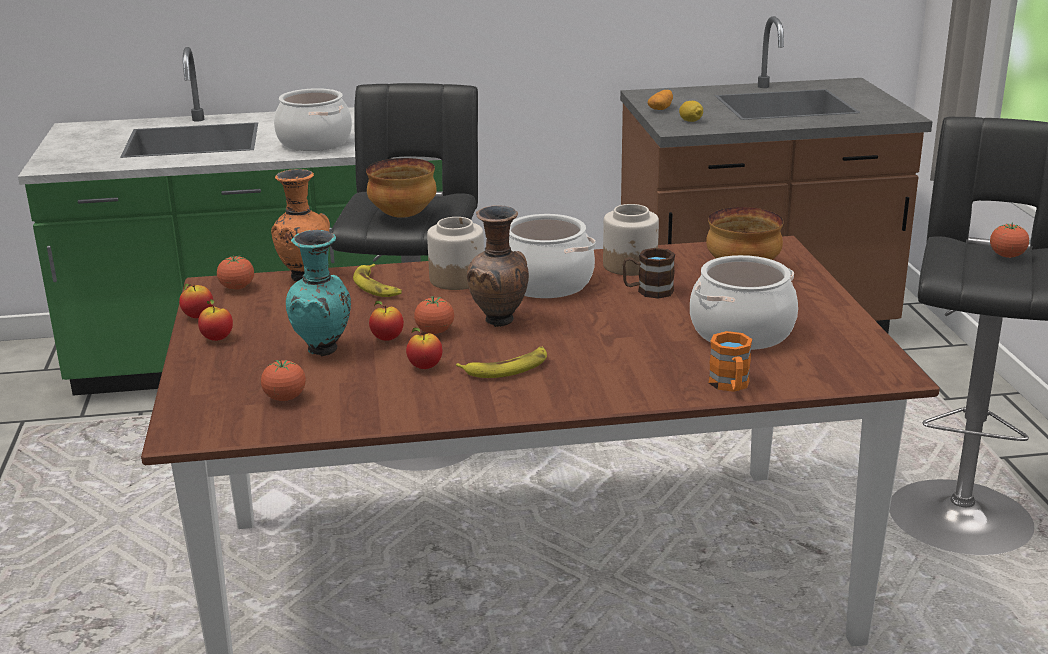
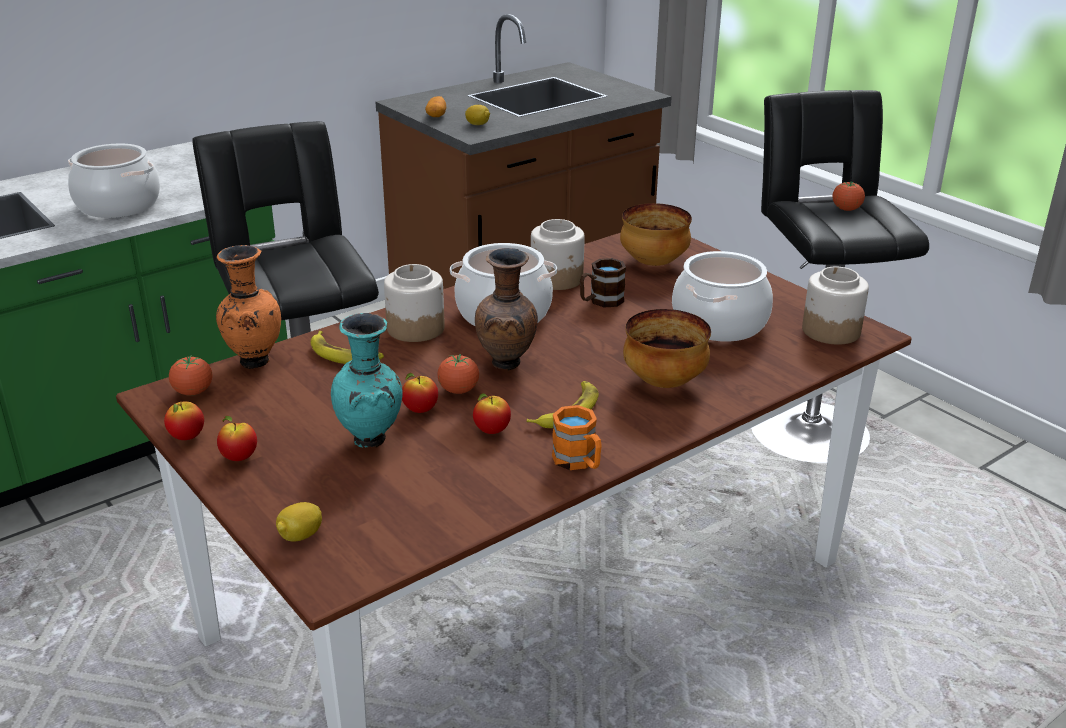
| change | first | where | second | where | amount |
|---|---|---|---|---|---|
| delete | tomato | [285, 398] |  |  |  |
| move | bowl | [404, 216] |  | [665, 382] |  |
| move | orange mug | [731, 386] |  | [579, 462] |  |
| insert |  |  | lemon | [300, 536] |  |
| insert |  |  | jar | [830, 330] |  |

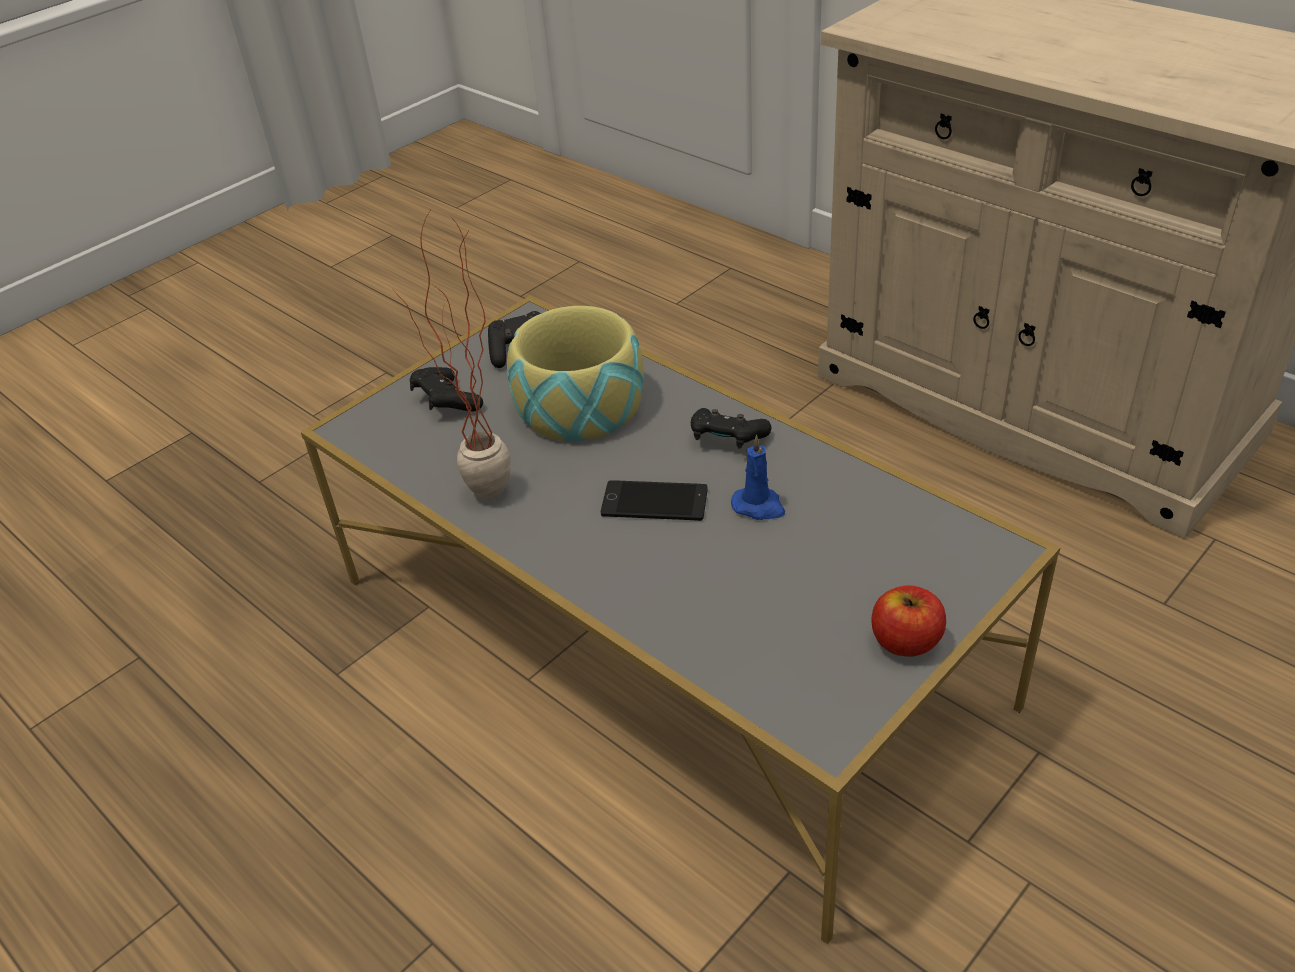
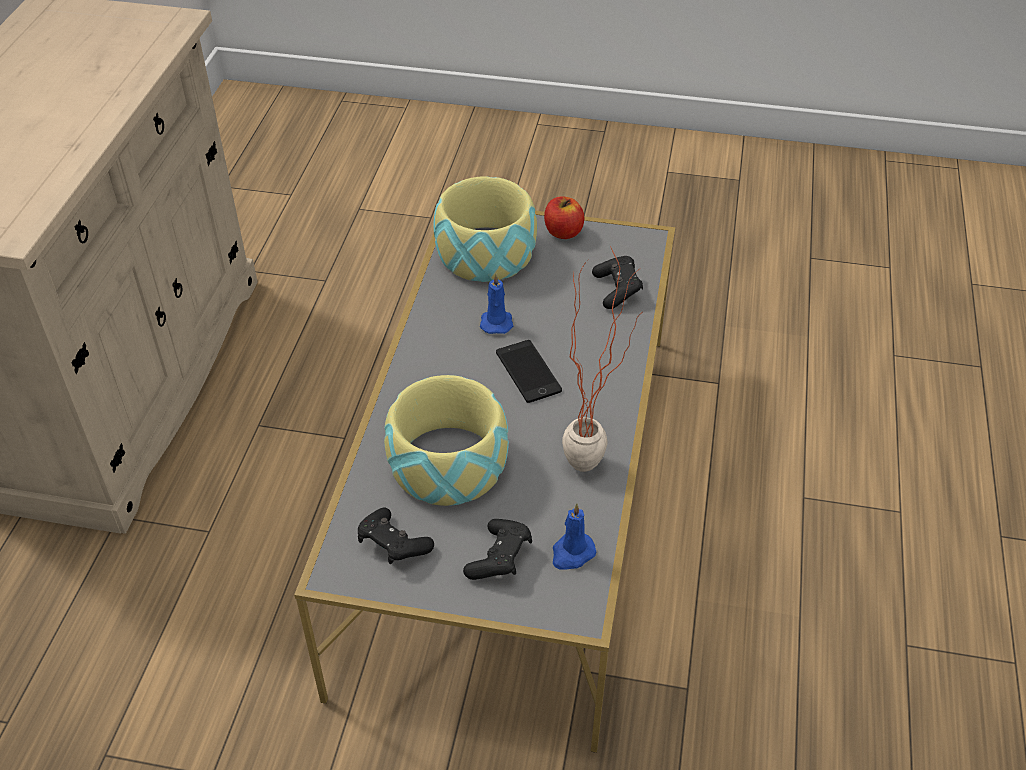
| change | first | where | second | where | amount |
|---|---|---|---|---|---|
| move | black game controller | [727, 440] |  | [617, 290] |  |
| insert |  |  | bowl | [486, 252] |  |
| insert |  |  | blue candle | [572, 553] |  |

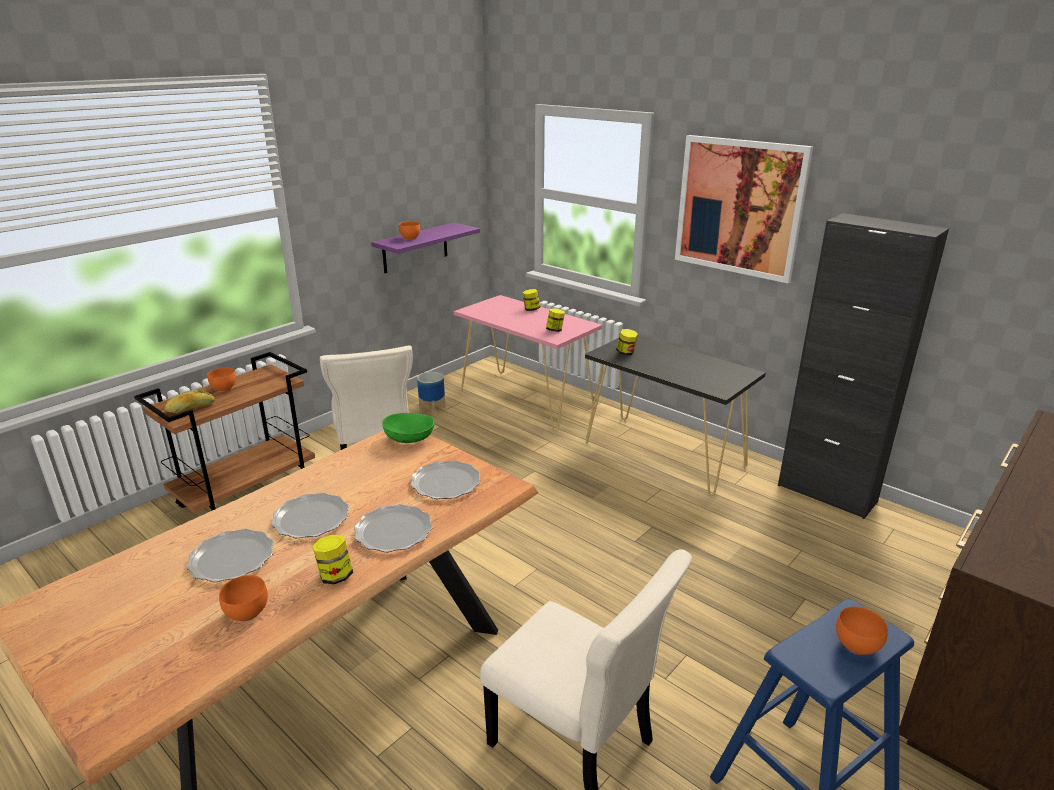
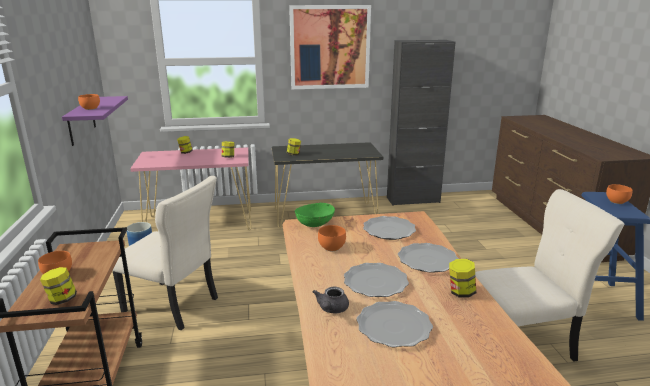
| change | first | where | second | where | amount |
|---|---|---|---|---|---|
| replace | bread | [191, 408] | jar | [62, 299] |  |
| move | orange bowl | [248, 613] |  | [332, 247] |  |
| insert |  |  | grey teapot | [331, 309] |  |

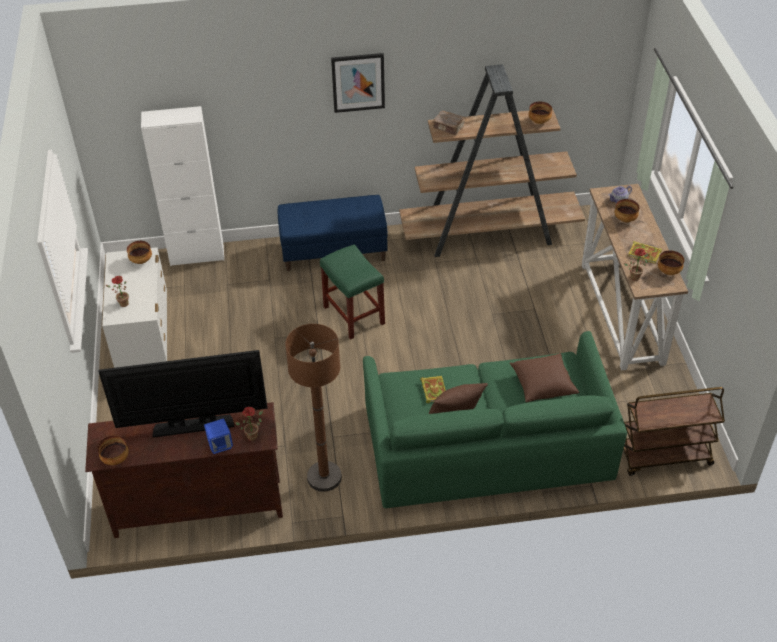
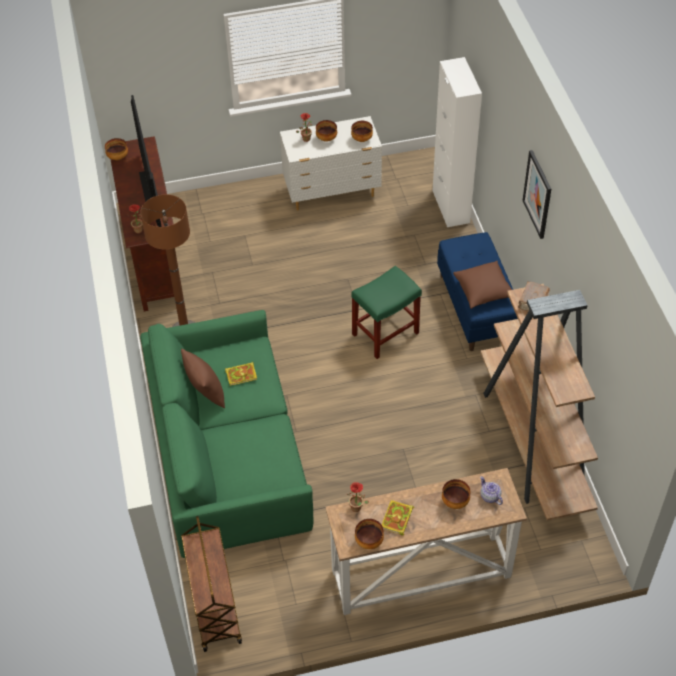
| change | first | where | second | where | amount |
|---|---|---|---|---|---|
| delete | blue speaker | [220, 445] |  |  |  |
| move | brown pillow | [542, 385] |  | [483, 291] |  |
| move | bowl | [539, 121] |  | [327, 138] |  |

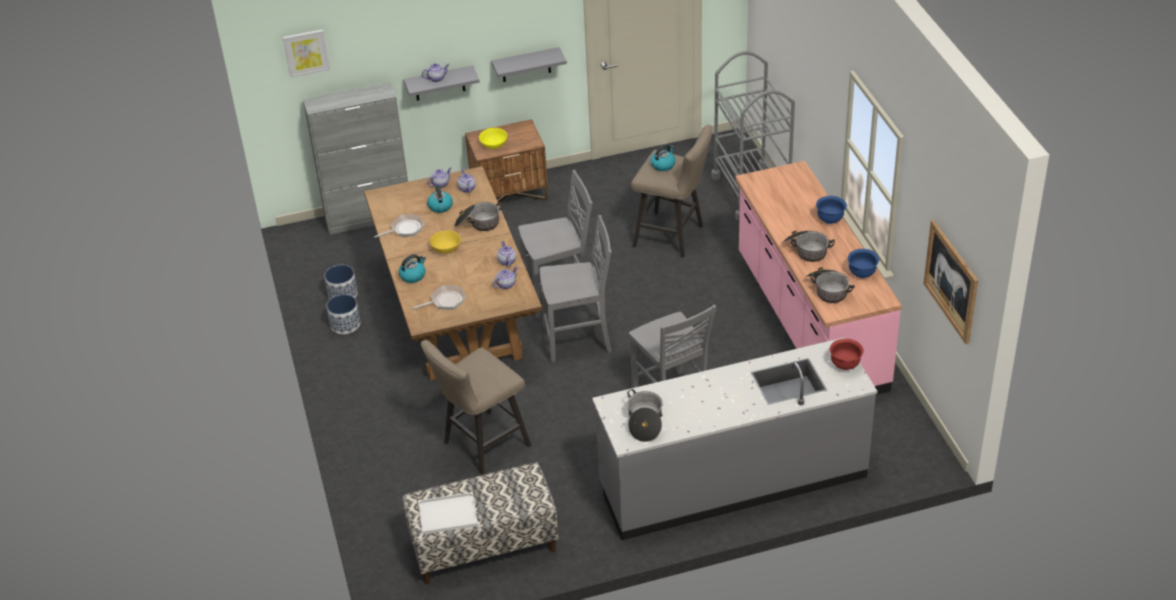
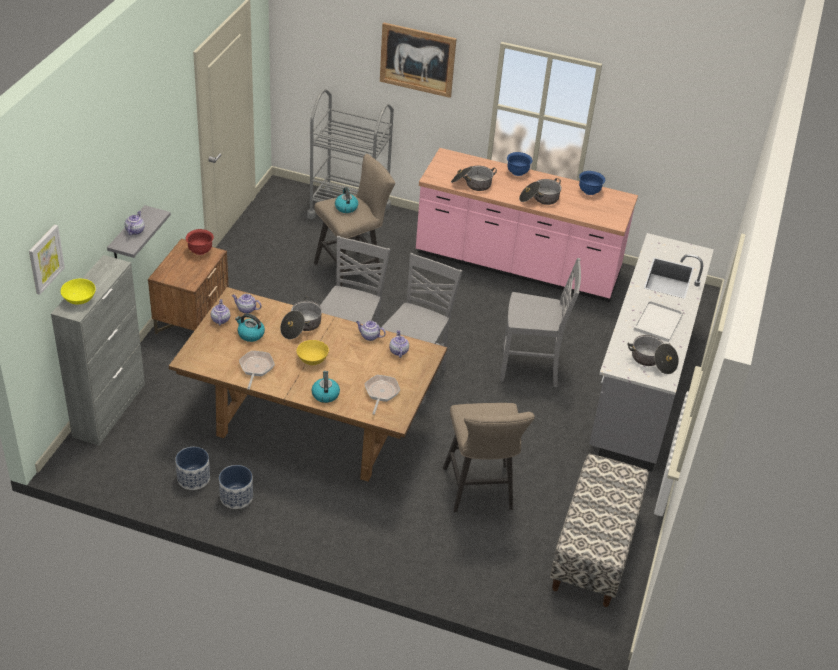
| change | first | where | second | where | amount |
|---|---|---|---|---|---|
| move | white tray | [449, 513] |  | [658, 321] |  |
| move | yellow bowl | [494, 145] |  | [79, 299] |  |
| delete | grey shelf | [526, 65] |  |  |  |
| move | cooking pot | [827, 290] |  | [472, 184] |  |
| move | red bowl | [845, 364] |  | [200, 251] |  |
| move | picture | [951, 281] |  | [417, 59] |  |

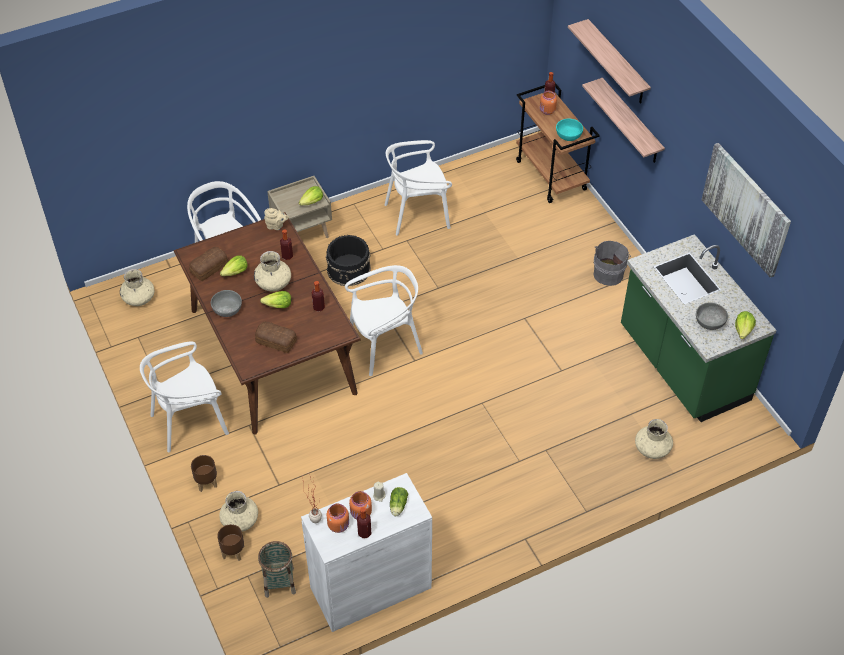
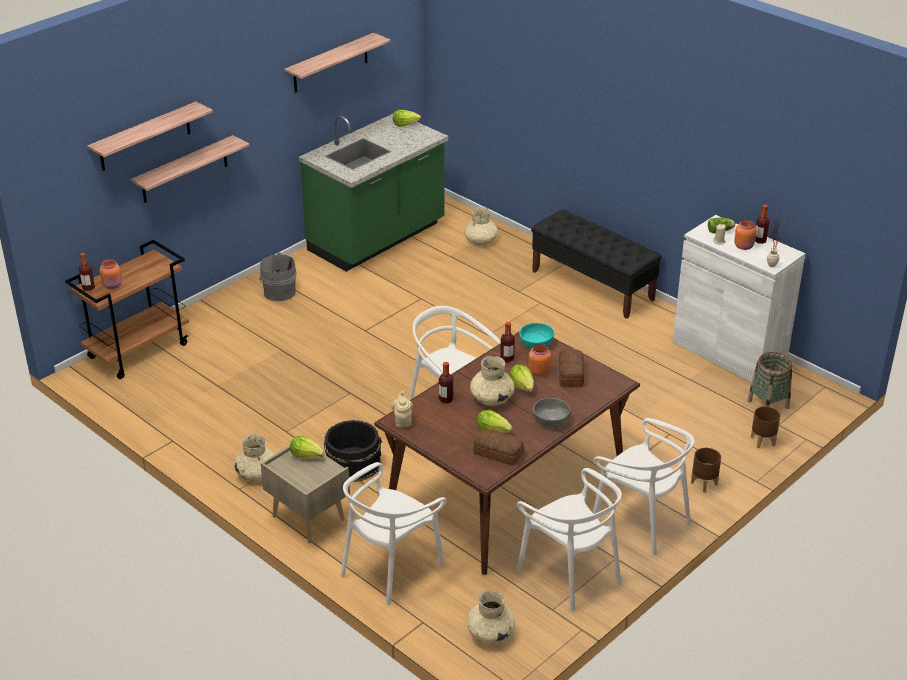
| change | first | where | second | where | amount |
|---|---|---|---|---|---|
| move | beige vase | [240, 520] |  | [257, 473] |  |
| move | orange jar | [339, 525] |  | [538, 371] |  |
| move | white chair | [417, 214] |  | [570, 574] |  |
| move | turquoise bowl | [568, 135] |  | [536, 343] |  |
| delete | grey bowl | [709, 322] |  |  |  |
| replace | picture | [746, 209] | shelf | [330, 63] |  |
| insert |  |  | black bench | [593, 285] |  |

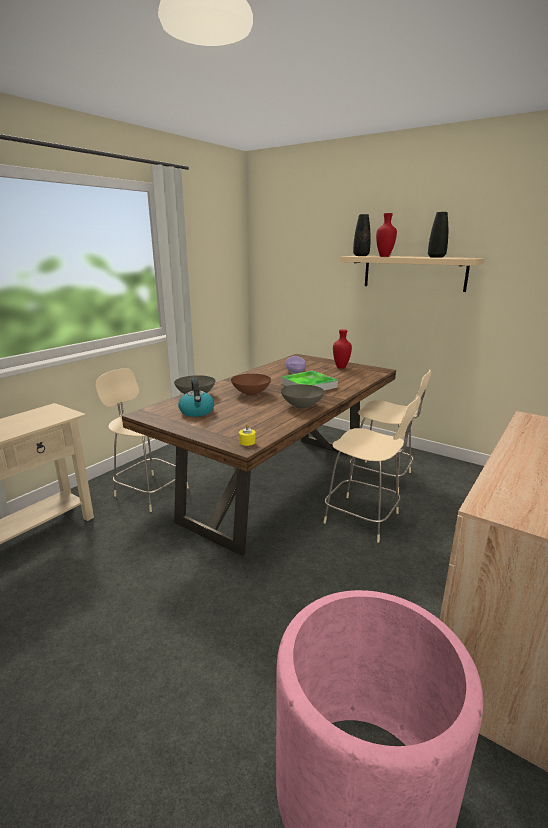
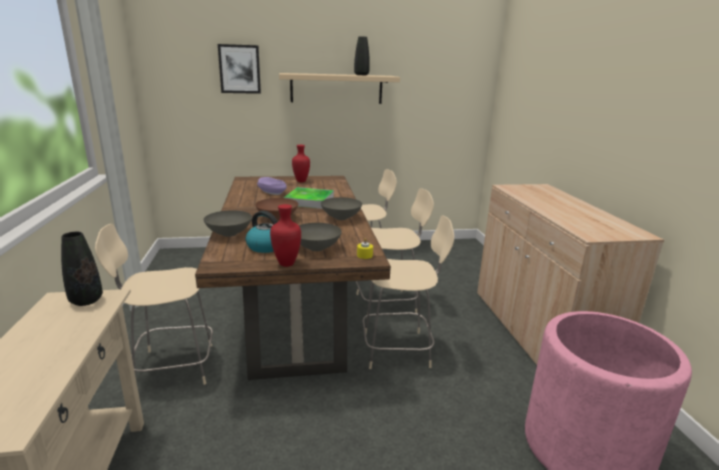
| change | first | where | second | where | amount |
|---|---|---|---|---|---|
| move | black vase | [361, 256] |  | [86, 300] |  |
| move | red vase | [384, 256] |  | [286, 263] |  |
| insert |  |  | picture | [239, 69] |  |
| insert |  |  | grey bowl | [316, 248] |  |
| insert |  |  | beige chair | [399, 349] |  |

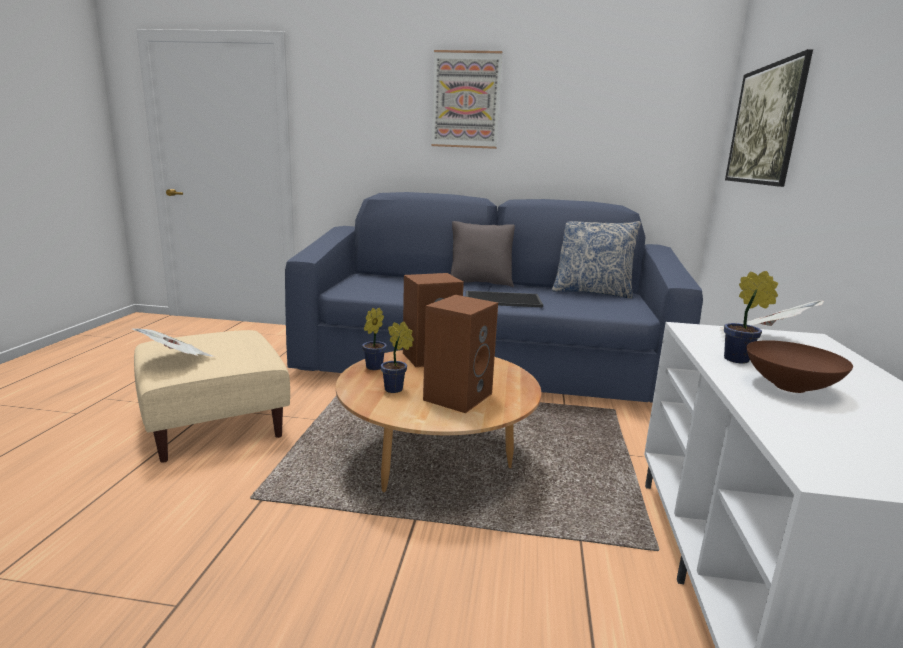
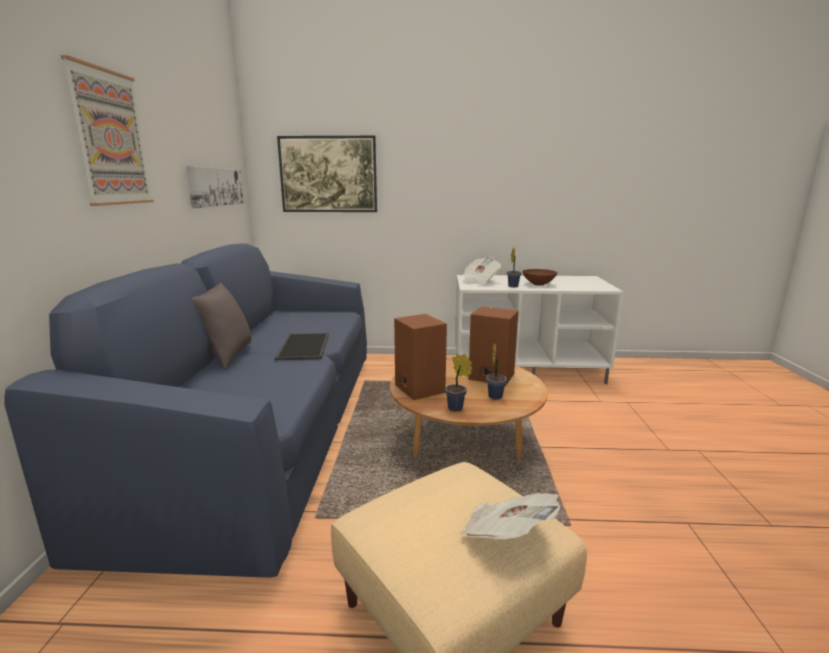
| change | first | where | second | where | amount |
|---|---|---|---|---|---|
| delete | pillow | [591, 292] |  |  |  |
| insert |  |  | picture | [215, 187] |  |

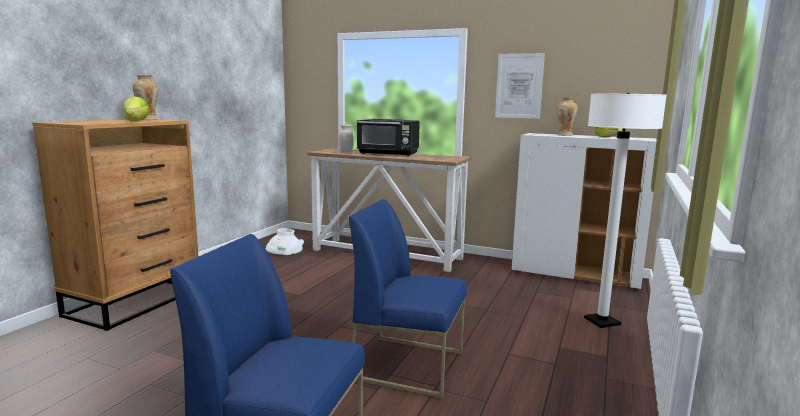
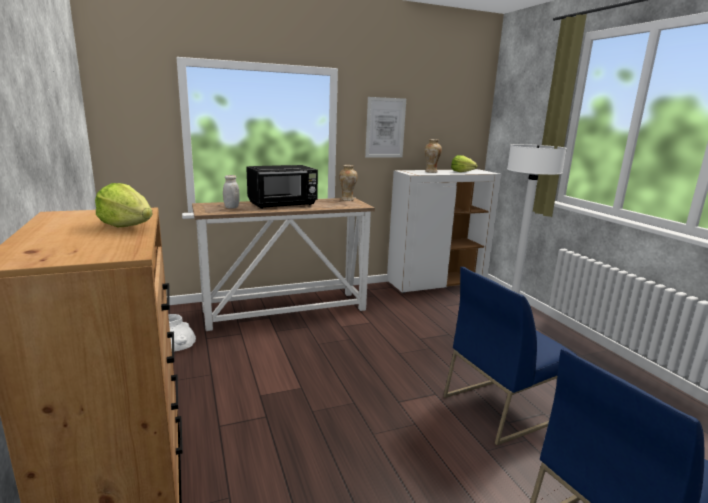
| change | first | where | second | where | amount |
|---|---|---|---|---|---|
| move | vase | [148, 119] |  | [347, 199] |  |

